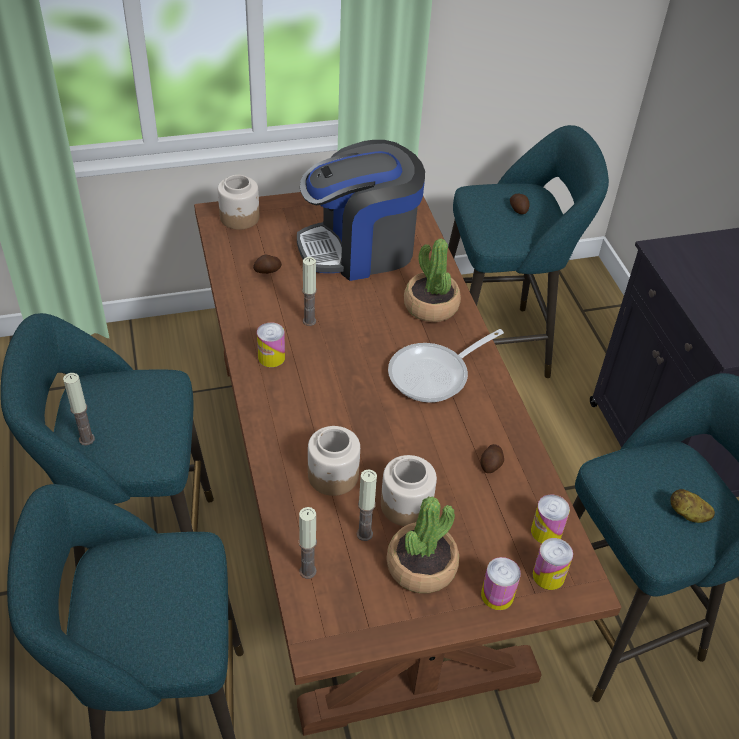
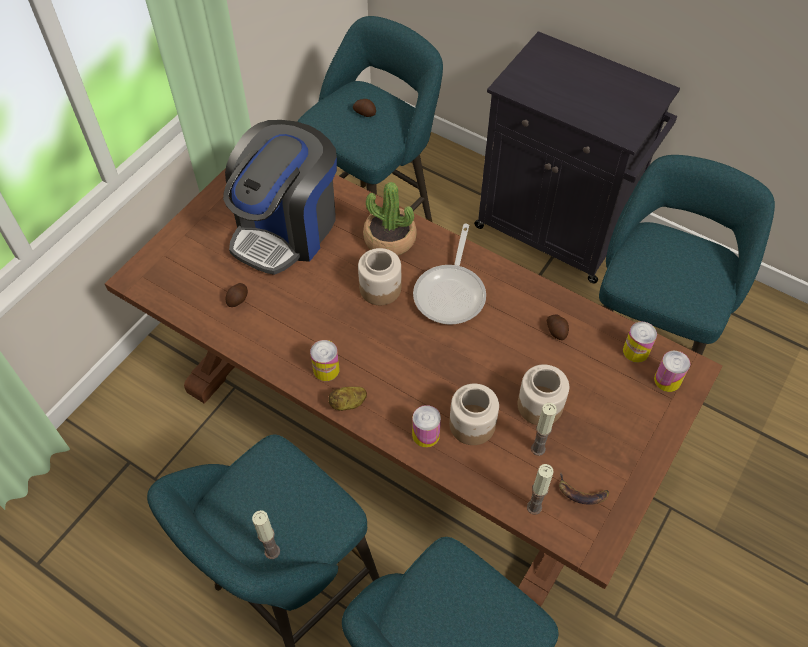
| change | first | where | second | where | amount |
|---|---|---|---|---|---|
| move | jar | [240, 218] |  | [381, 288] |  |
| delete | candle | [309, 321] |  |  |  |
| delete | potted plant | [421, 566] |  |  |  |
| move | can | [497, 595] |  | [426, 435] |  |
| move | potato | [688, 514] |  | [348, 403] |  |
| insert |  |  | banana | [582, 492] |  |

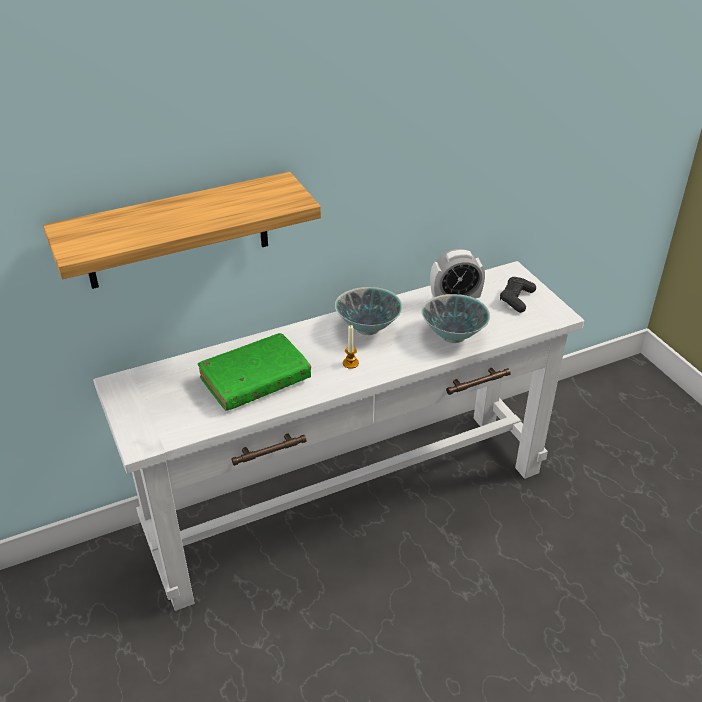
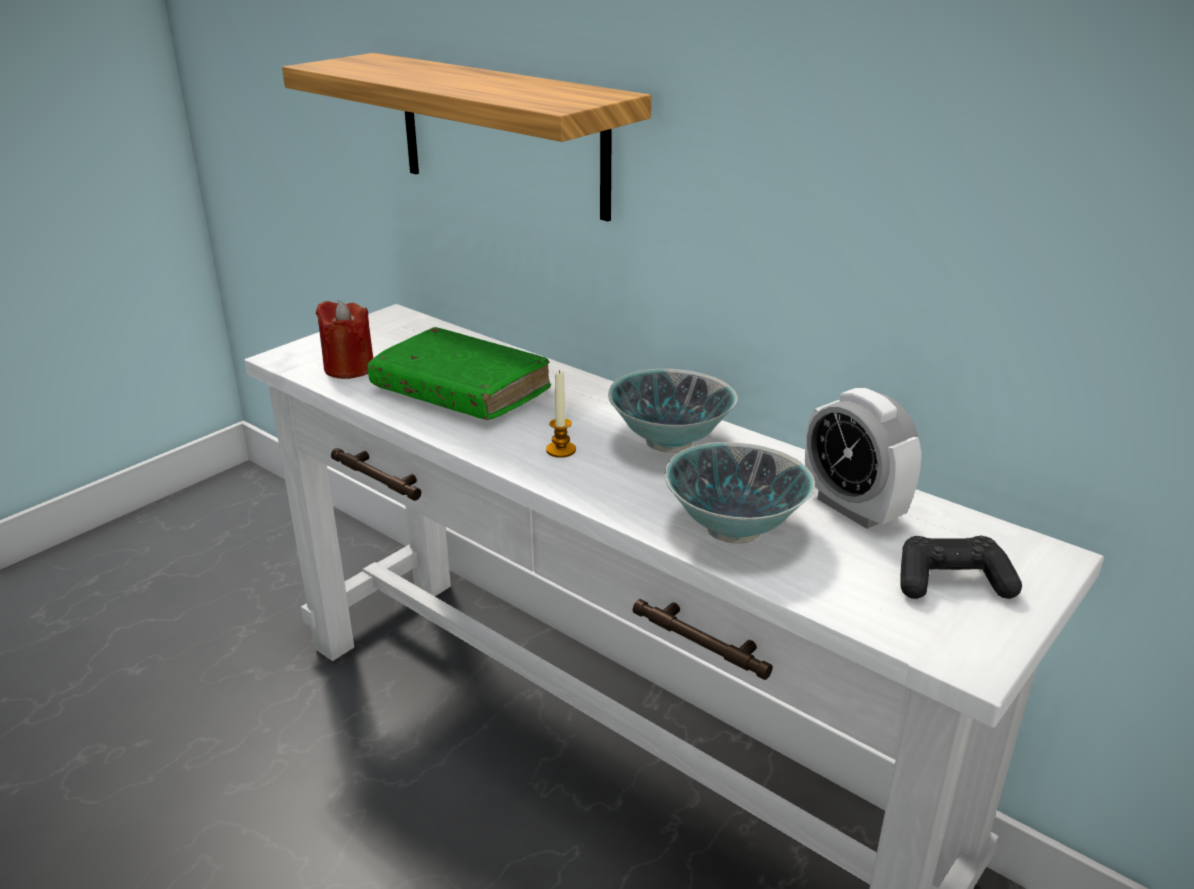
| change | first | where | second | where | amount |
|---|---|---|---|---|---|
| insert |  |  | red candle | [349, 368] |  |

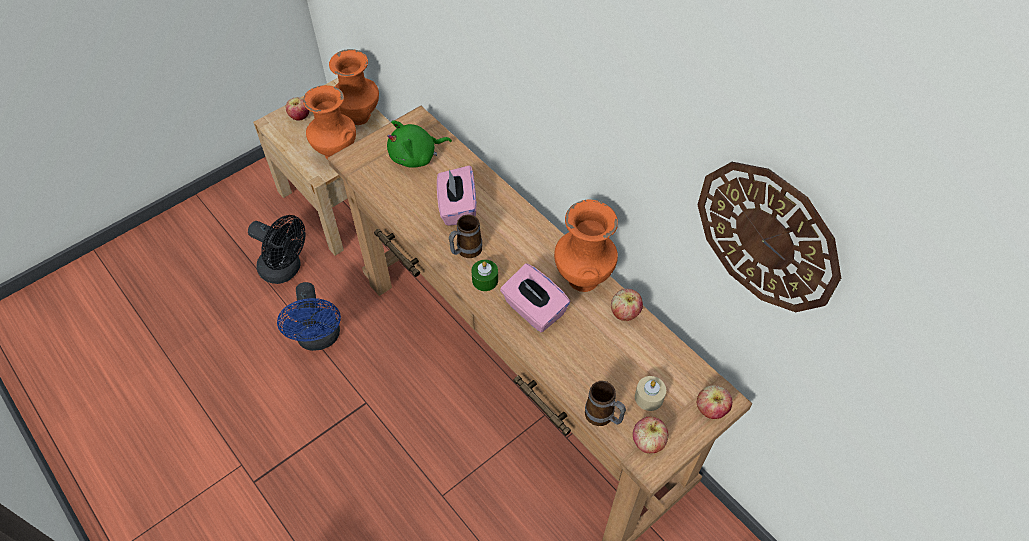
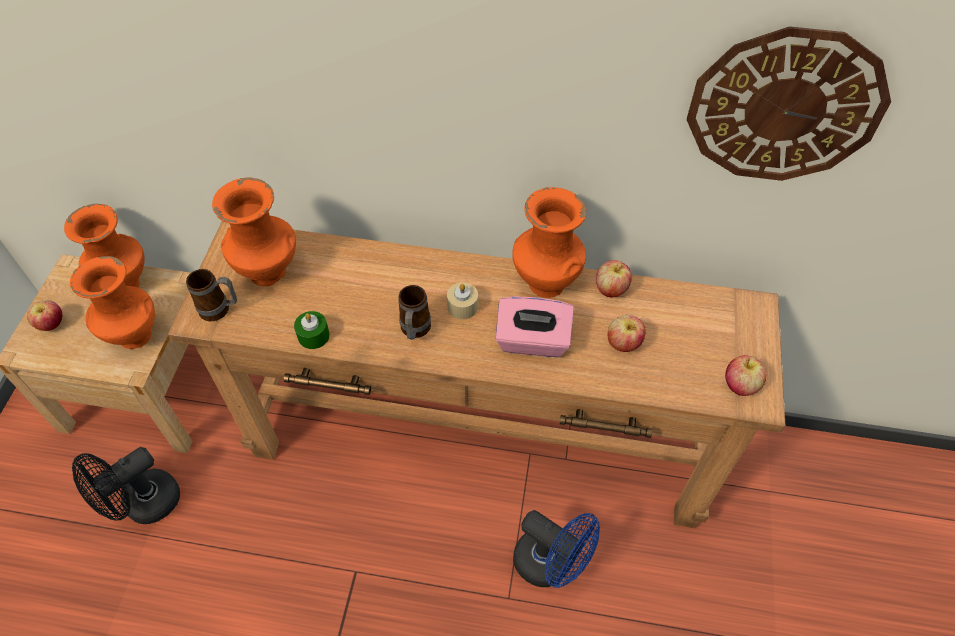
| change | first | where | second | where | amount |
|---|---|---|---|---|---|
| rotate | black fan | [286, 270] |  | [143, 505] | 150 degrees clockwise |
| move | blue fan | [319, 339] |  | [551, 564] |  |
| replace | green plush toy | [416, 157] | orange vase | [270, 272] |  |
| delete | pink tissue box | [457, 208] |  |  |  |
| move | green candle | [485, 280] |  | [313, 336] |  |
| move | mug | [603, 417] |  | [220, 310] |  |
| move | beige candle | [649, 397] |  | [462, 306] |  |
| move | apple | [710, 410] |  | [623, 344] |  |

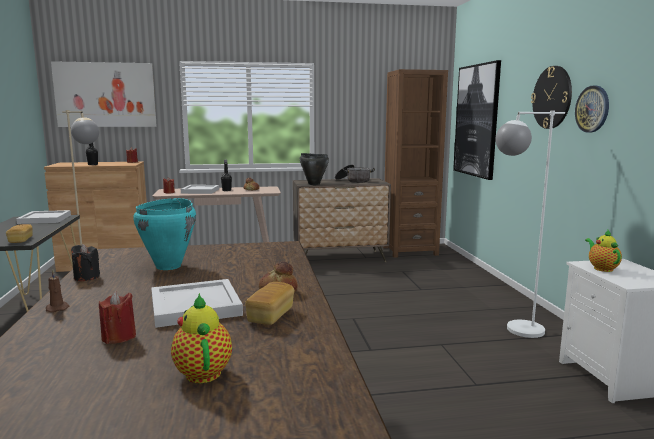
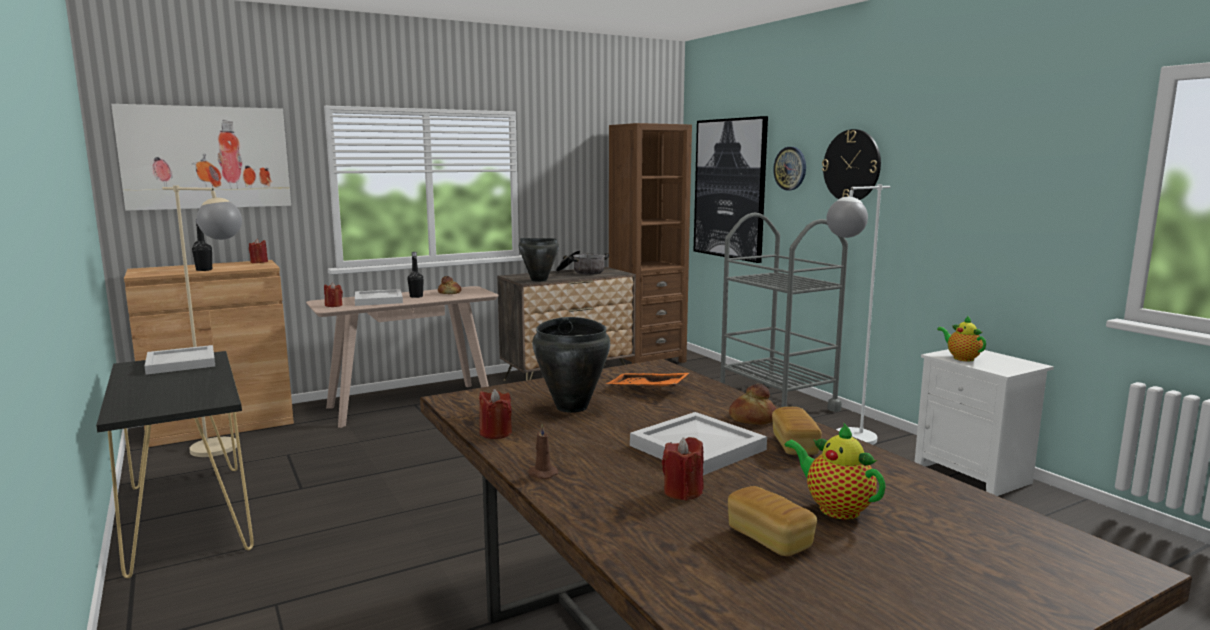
| change | first | where | second | where | amount |
|---|---|---|---|---|---|
| move | bread | [20, 240] |  | [769, 539] |  |
| recolor | black candle | [86, 277] | red candle | [495, 433] |  |
| recolor | turquoise cooking pot | [169, 266] | black cooking pot | [572, 407] |  |
| move | wall clock | [592, 109] |  | [790, 168] |  |
| insert |  |  | orange tray | [647, 390] |  |
| insert |  |  | grey cart | [776, 402] |  |

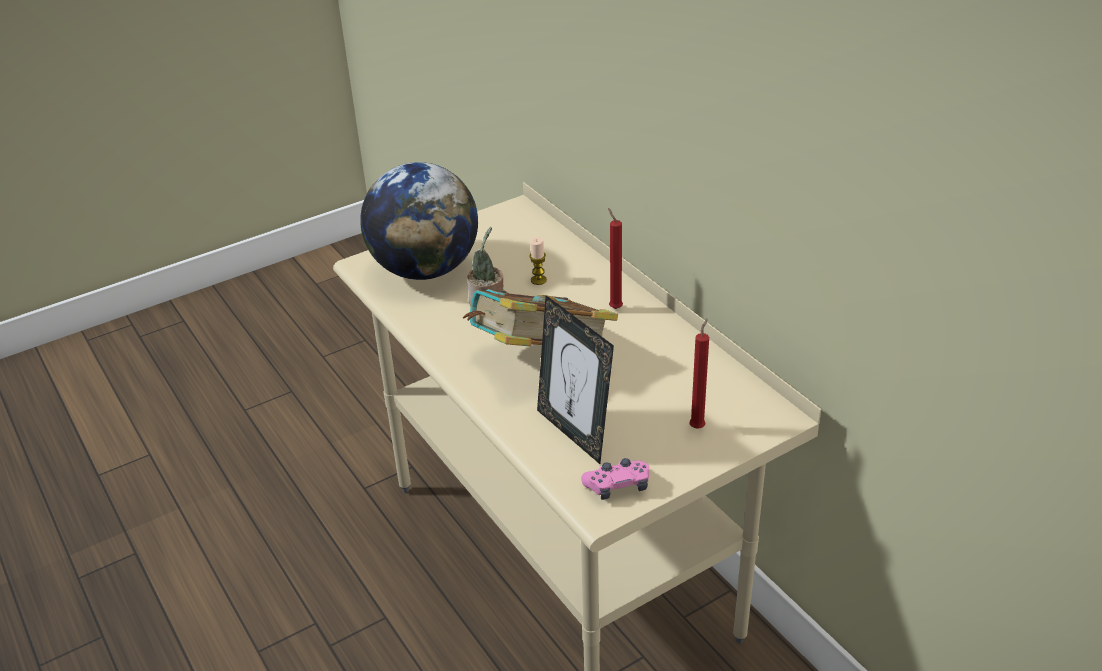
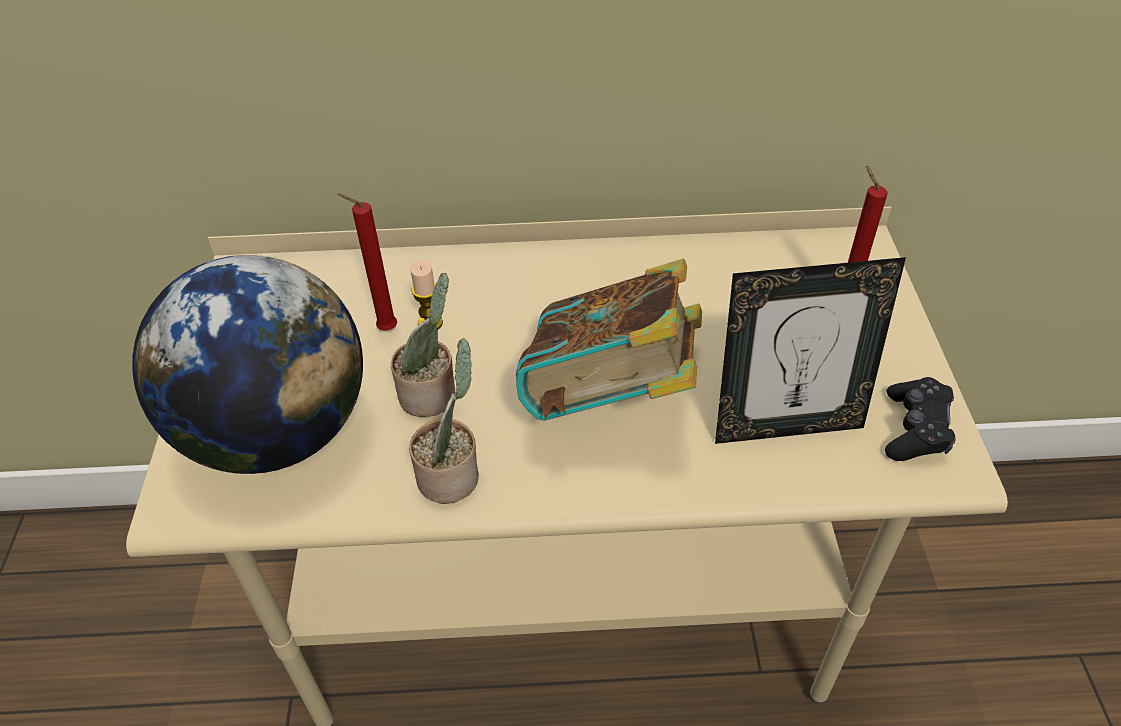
| change | first | where | second | where | amount |
|---|---|---|---|---|---|
| recolor | pink game controller | [618, 486] | black game controller | [915, 429] |  |
| move | red candle | [614, 307] |  | [384, 329] |  |
| insert |  |  | potted plant | [452, 475] |  |

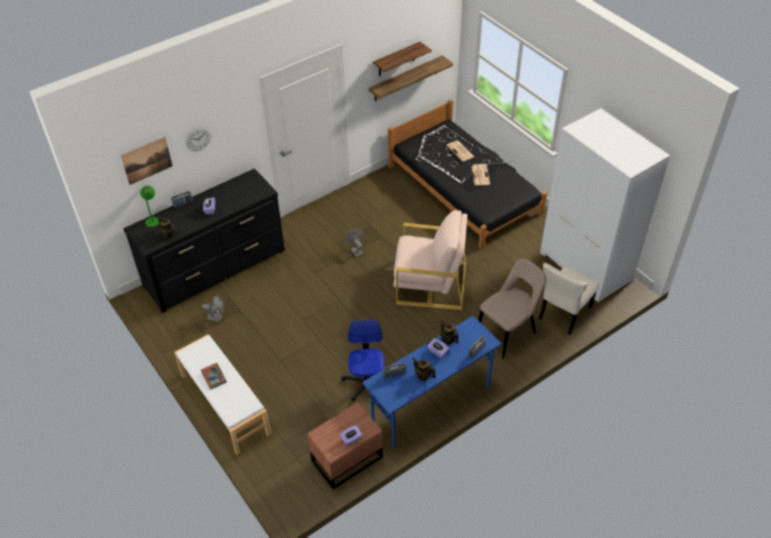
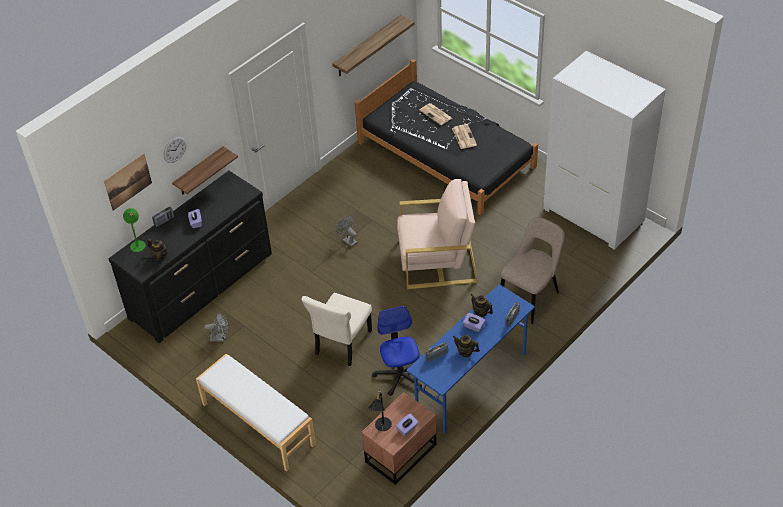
| change | first | where | second | where | amount |
|---|---|---|---|---|---|
| delete | book | [213, 377] |  |  |  |
| move | shelf | [396, 59] |  | [199, 172] |  |
| move | beige chair | [563, 314] |  | [342, 344] |  |
| insert |  |  | black table lamp | [381, 426] |  |

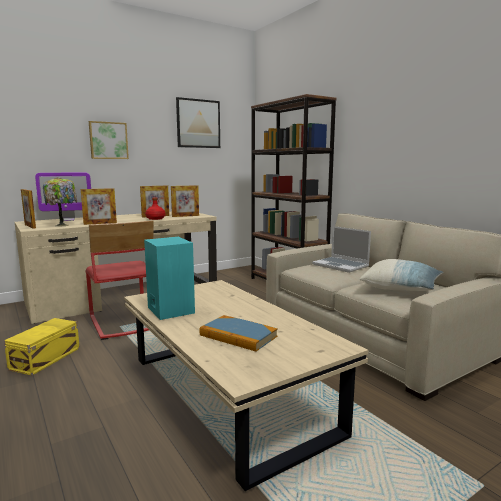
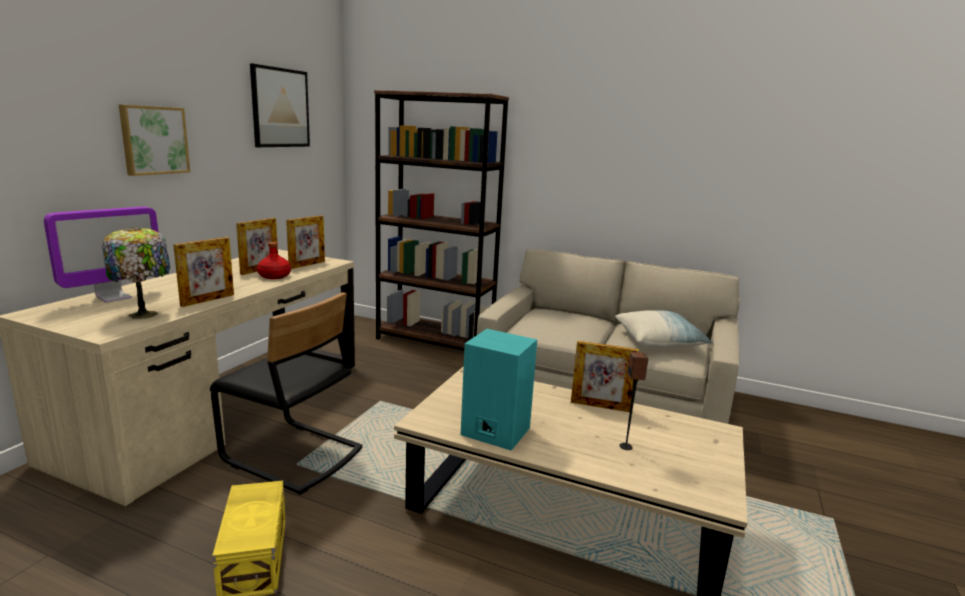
| change | first | where | second | where | amount |
|---|---|---|---|---|---|
| move | picture frame | [30, 226] |  | [600, 406] |  |
| recolor | red chair | [123, 322] | black chair | [292, 456] |  |
| replace | book | [238, 336] | speaker | [626, 446] |  |
| delete | laptop | [341, 265] |  |  |  |

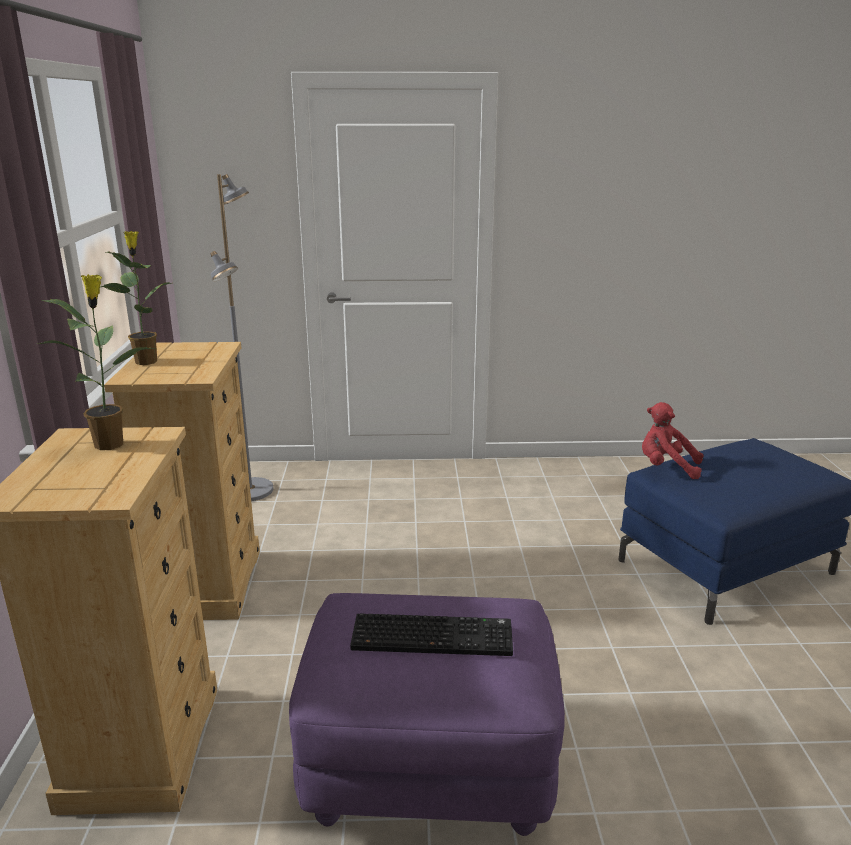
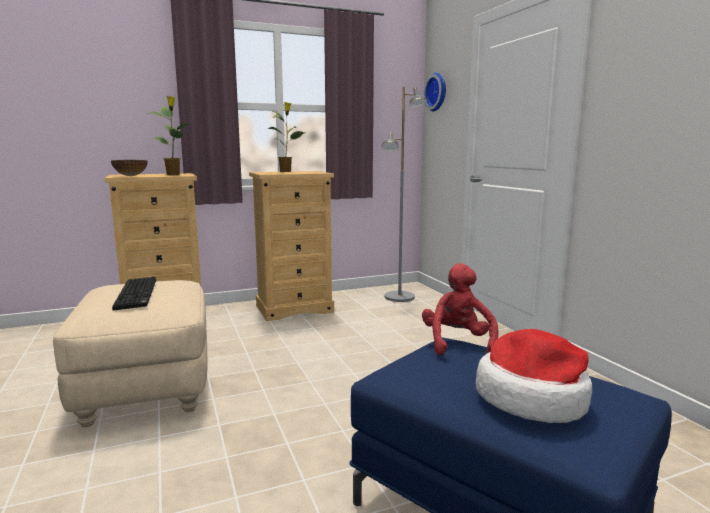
| change | first | where | second | where | amount |
|---|---|---|---|---|---|
| recolor | purple ottoman | [429, 765] | beige ottoman | [147, 388] |  |
| insert |  |  | bowl | [130, 176] |  |
| insert |  |  | wall clock | [437, 92] |  |
| insert |  |  | hat | [533, 398] |  |

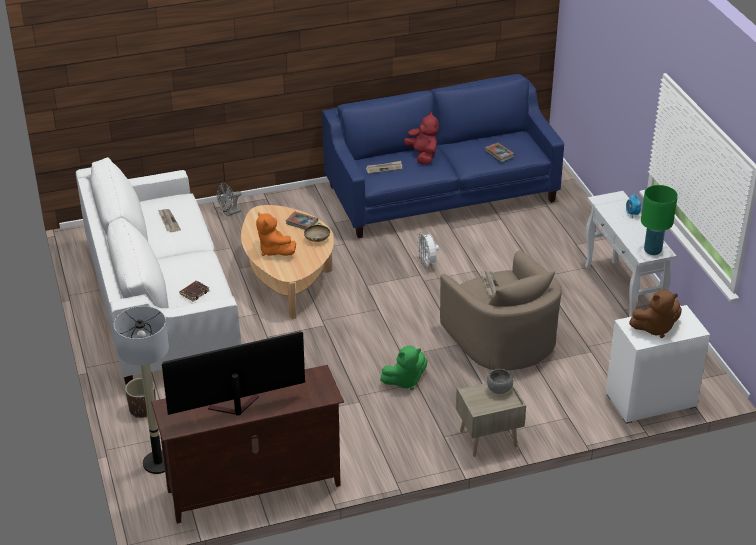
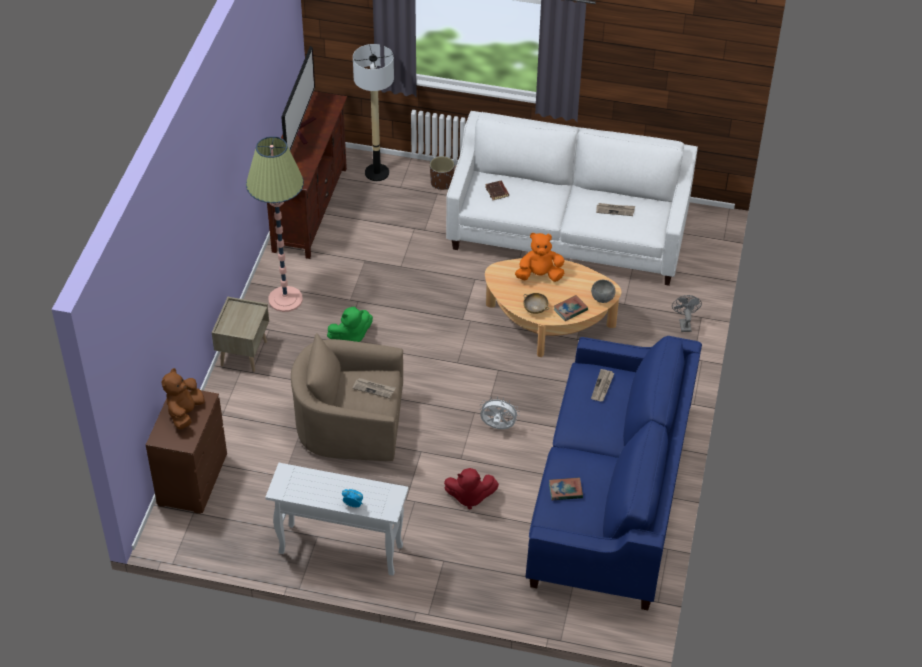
| change | first | where | second | where | amount |
|---|---|---|---|---|---|
| rotate | green plush toy | [405, 381] |  | [351, 336] | 120 degrees counterclockwise |
| move | red plush toy | [422, 155] |  | [469, 497] |  |
| move | grey bowl | [499, 389] |  | [602, 298] |  |
| recolor | white dresser | [650, 400] | brown dresser | [192, 479] |  |
| delete | green table lamp | [652, 251] |  |  |  |
| insert |  |  | floor lamp | [285, 299] |  |

